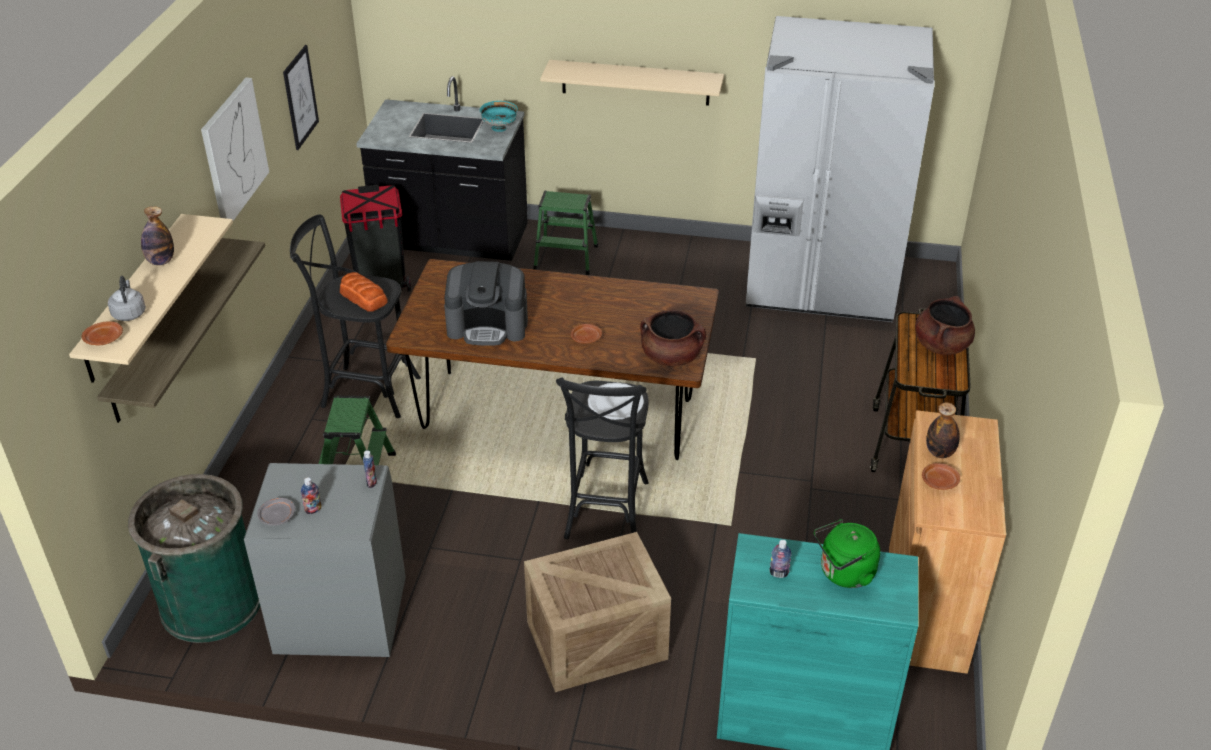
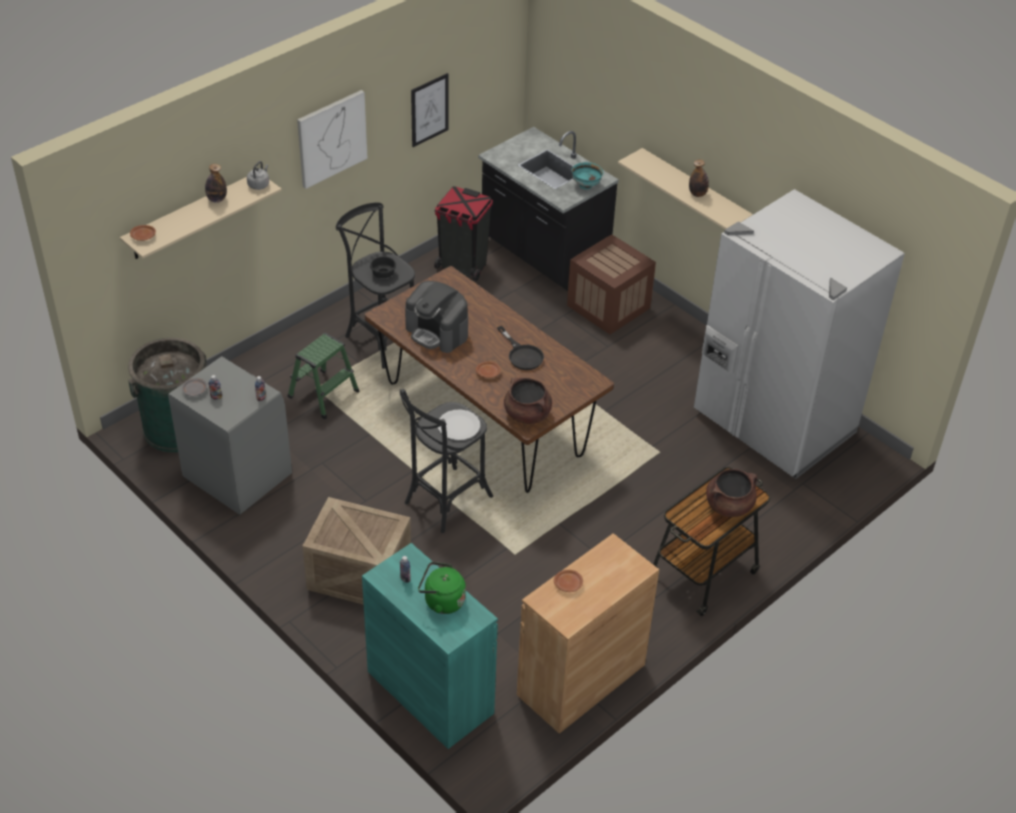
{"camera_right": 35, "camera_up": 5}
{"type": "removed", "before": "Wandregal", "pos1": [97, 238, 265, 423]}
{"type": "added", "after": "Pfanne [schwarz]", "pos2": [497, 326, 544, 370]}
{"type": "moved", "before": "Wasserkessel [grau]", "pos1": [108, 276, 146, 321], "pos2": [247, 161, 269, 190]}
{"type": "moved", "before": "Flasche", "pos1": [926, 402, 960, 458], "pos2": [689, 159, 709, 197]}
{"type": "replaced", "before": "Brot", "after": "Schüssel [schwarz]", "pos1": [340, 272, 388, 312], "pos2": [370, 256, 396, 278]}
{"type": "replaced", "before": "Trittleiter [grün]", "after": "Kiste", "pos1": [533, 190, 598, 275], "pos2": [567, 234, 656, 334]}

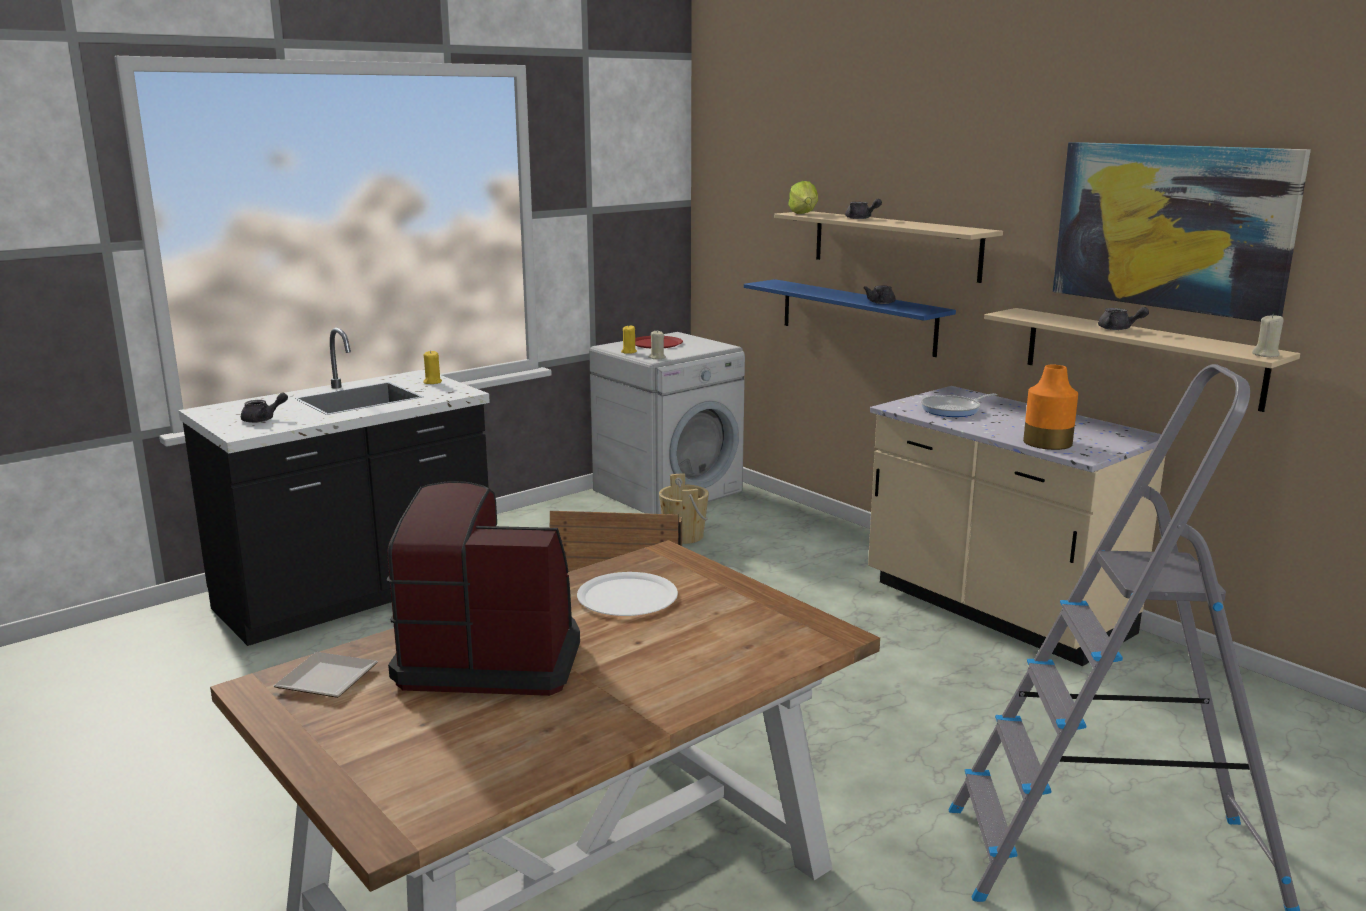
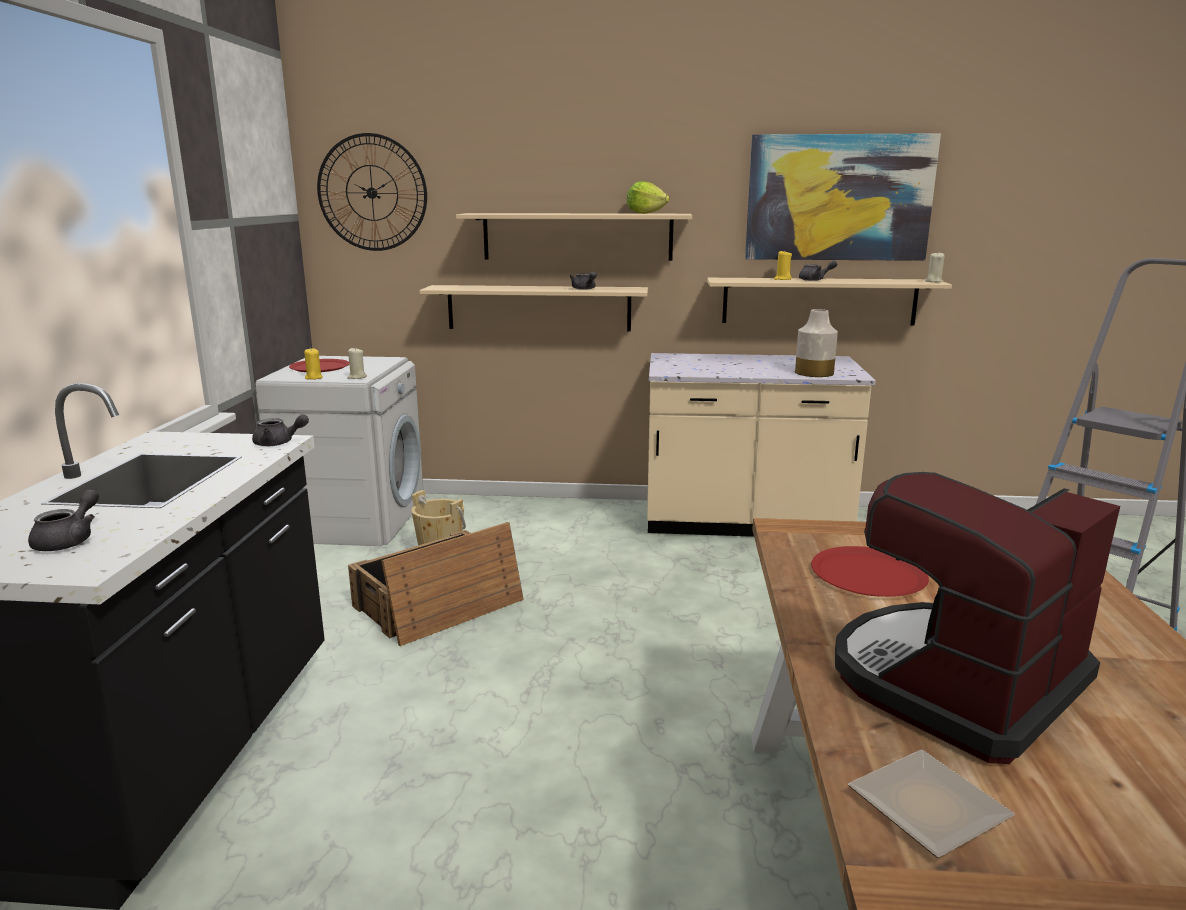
{"camera_right": -45, "camera_up": 0}
{"type": "removed", "before": "Pfanne", "pos1": [921, 393, 997, 417]}
{"type": "added", "after": "Wanduhr", "pos2": [317, 133, 427, 251]}
{"type": "moved", "before": "Kerze [gelb]", "pos1": [423, 350, 442, 384], "pos2": [774, 251, 792, 280]}
{"type": "moved", "before": "Salatkopf", "pos1": [788, 181, 818, 214], "pos2": [627, 181, 669, 214]}
{"type": "moved", "before": "Teekanne [grau]", "pos1": [845, 199, 882, 219], "pos2": [252, 414, 309, 446]}
{"type": "recoloured", "before": "Teller [weiß]", "after": "Teller [rot]", "pos1": [577, 572, 678, 616], "pos2": [811, 546, 929, 597]}
{"type": "recoloured", "before": "Wandregal [blau]", "after": "Wandregal [beige]", "pos1": [744, 279, 956, 357], "pos2": [419, 285, 648, 332]}
{"type": "recoloured", "before": "Vase [orange]", "after": "Vase [beige]", "pos1": [1023, 365, 1078, 450], "pos2": [795, 309, 838, 377]}

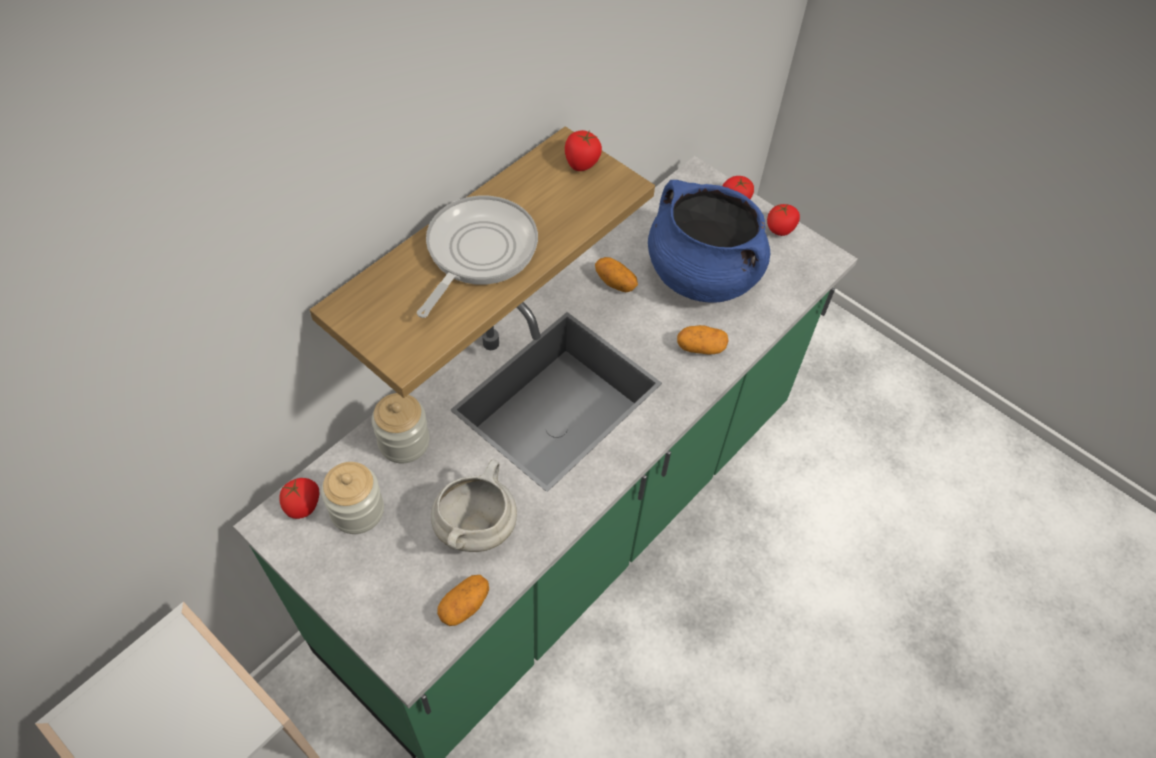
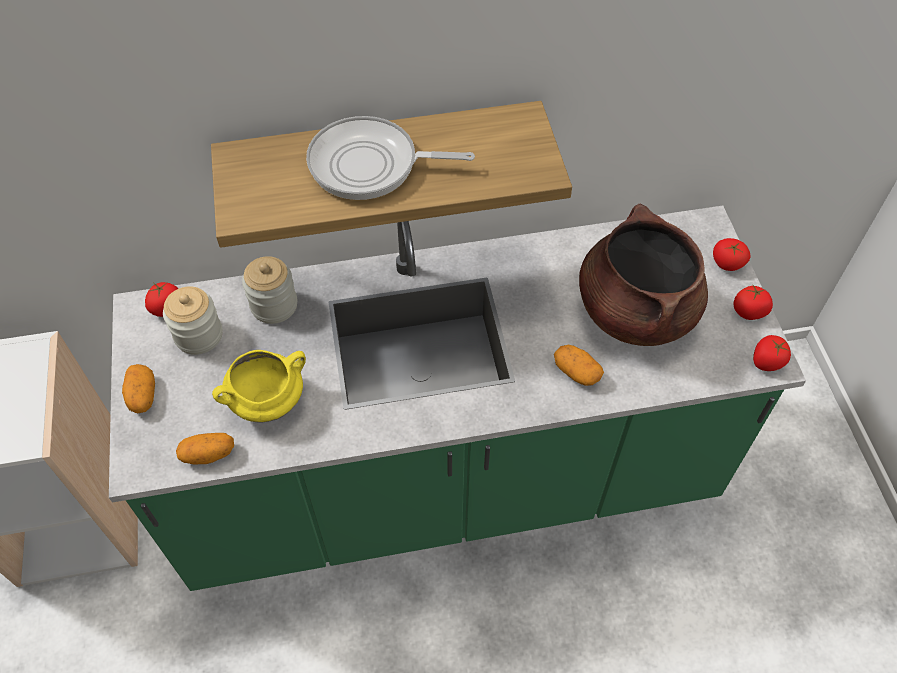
{"camera_right": 40, "camera_up": 0}
{"type": "moved", "before": "Tomate", "pos1": [565, 130, 602, 171], "pos2": [753, 335, 791, 371]}
{"type": "moved", "before": "Kartoffel", "pos1": [595, 257, 638, 292], "pos2": [122, 364, 155, 413]}
{"type": "recoloured", "before": "Kochtopf [weiß]", "after": "Kochtopf [gelb]", "pos1": [431, 459, 517, 552], "pos2": [212, 350, 306, 422]}
{"type": "recoloured", "before": "Kochtopf [blau]", "after": "Kochtopf [braun]", "pos1": [648, 180, 770, 302], "pos2": [579, 204, 708, 346]}
{"type": "turned", "before": "Pfanne", "pos1": [417, 196, 538, 318], "pos2": [306, 116, 475, 200], "turn": -150}

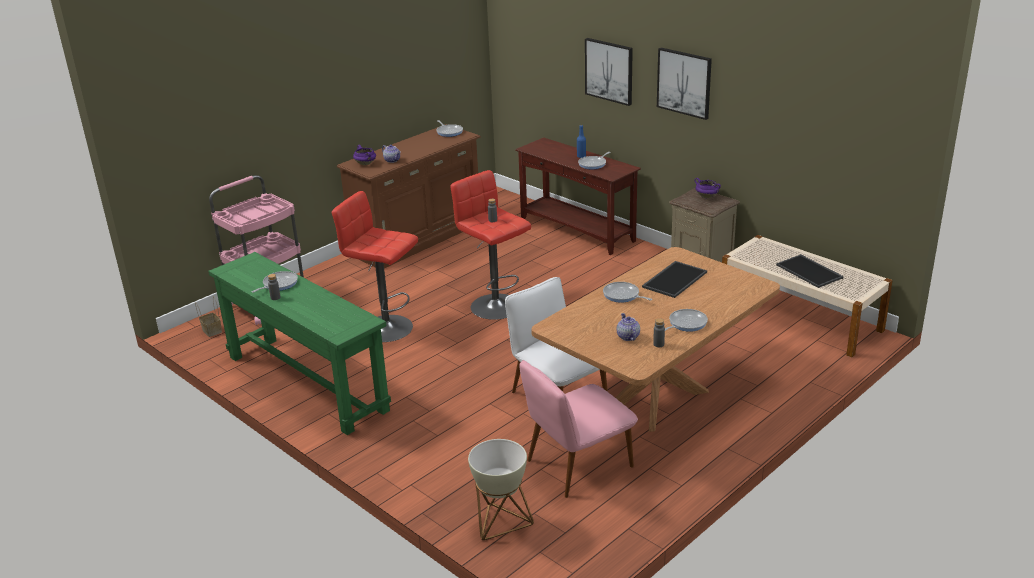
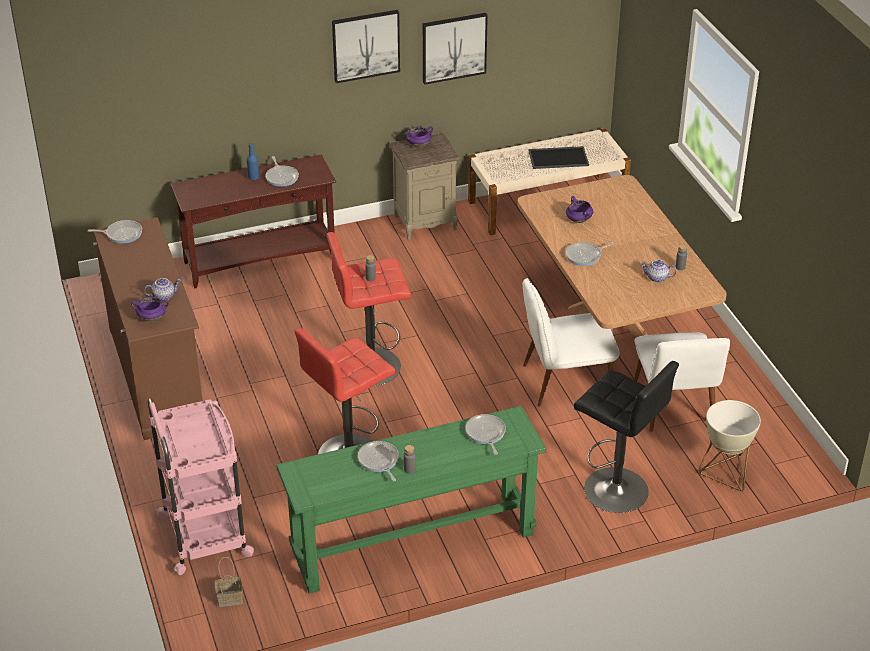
{"camera_right": -65, "camera_up": 10}
{"type": "added", "after": "Hocker [schwarz]", "pos2": [574, 361, 679, 513]}
{"type": "moved", "before": "Bild", "pos1": [585, 38, 633, 106], "pos2": [423, 13, 488, 85]}
{"type": "moved", "before": "Pfanne", "pos1": [665, 309, 708, 332], "pos2": [465, 414, 506, 455]}
{"type": "replaced", "before": "Tablett", "after": "Kochtopf [lila]", "pos1": [642, 261, 707, 298], "pos2": [566, 196, 593, 223]}
{"type": "recoloured", "before": "Stuhl [rosa]", "after": "Stuhl [weiß]", "pos1": [519, 360, 638, 498], "pos2": [634, 332, 730, 432]}

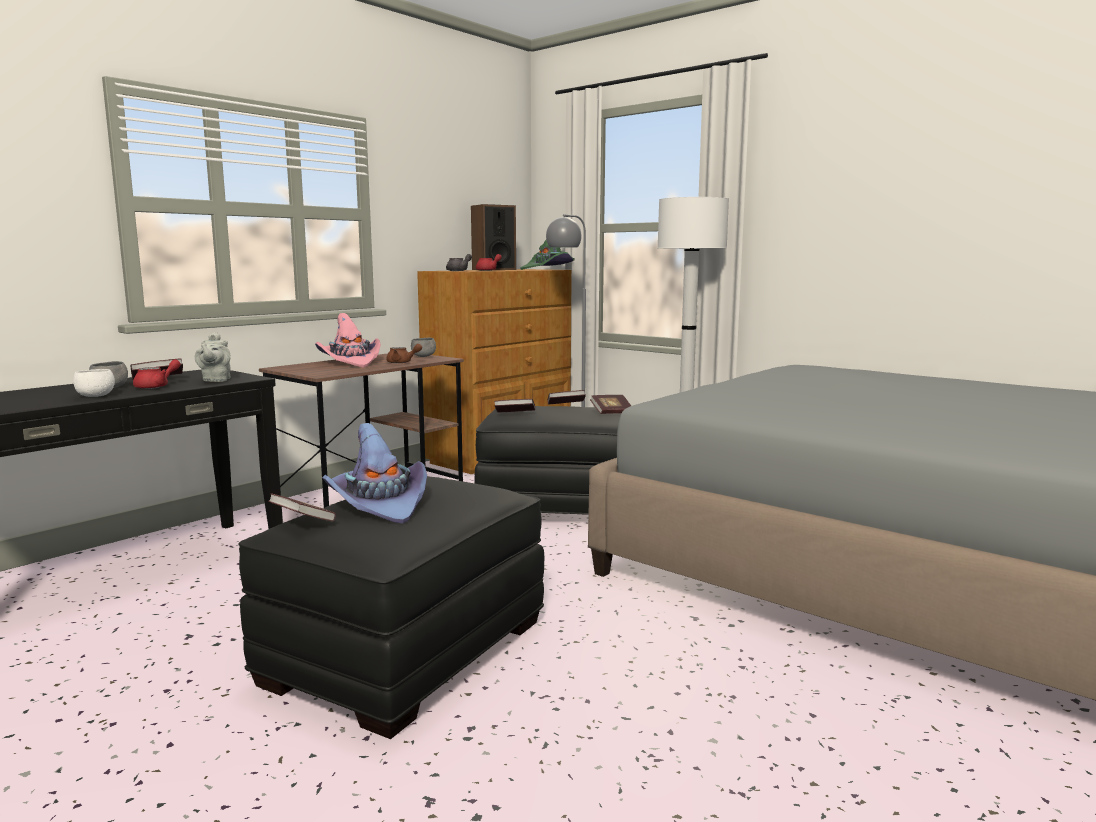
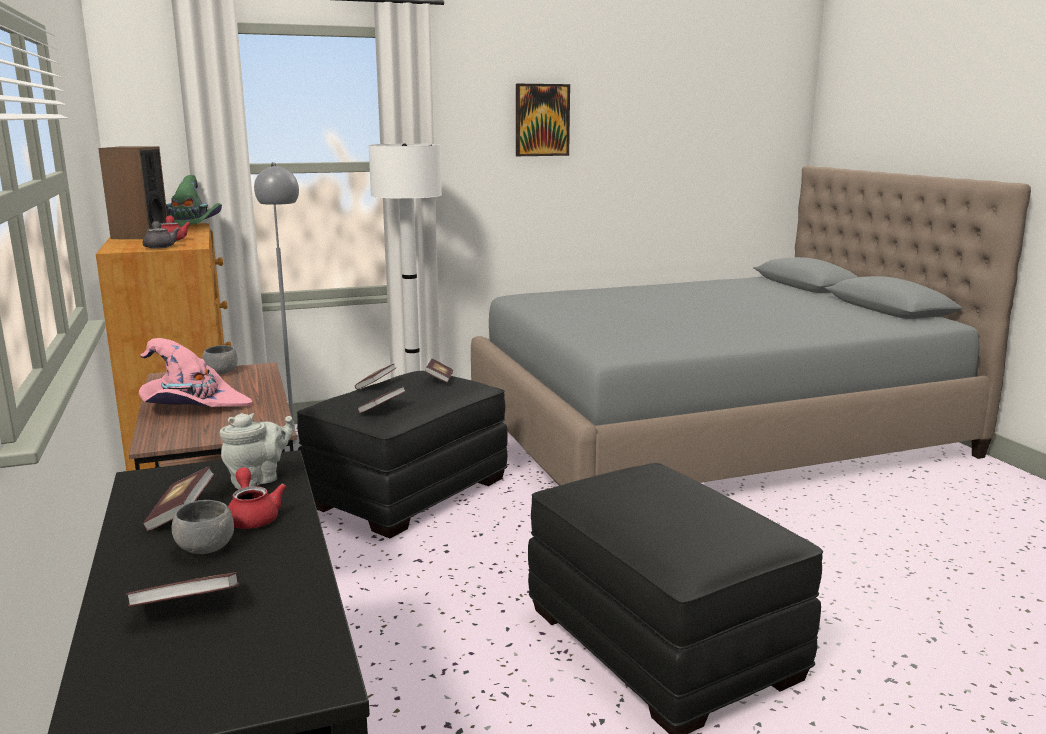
{"camera_right": -60, "camera_up": 5}
{"type": "removed", "before": "Schüssel [weiß]", "pos1": [73, 369, 115, 397]}
{"type": "removed", "before": "Hut [lila]", "pos1": [322, 423, 427, 523]}
{"type": "removed", "before": "Teekanne [braun]", "pos1": [386, 344, 422, 363]}
{"type": "added", "after": "Bild", "pos2": [516, 84, 570, 156]}
{"type": "moved", "before": "Buch", "pos1": [268, 493, 336, 522], "pos2": [126, 572, 239, 607]}
{"type": "turned", "before": "Teekanne [grau]", "pos1": [195, 332, 230, 382], "pos2": [220, 413, 295, 489], "turn": -60}

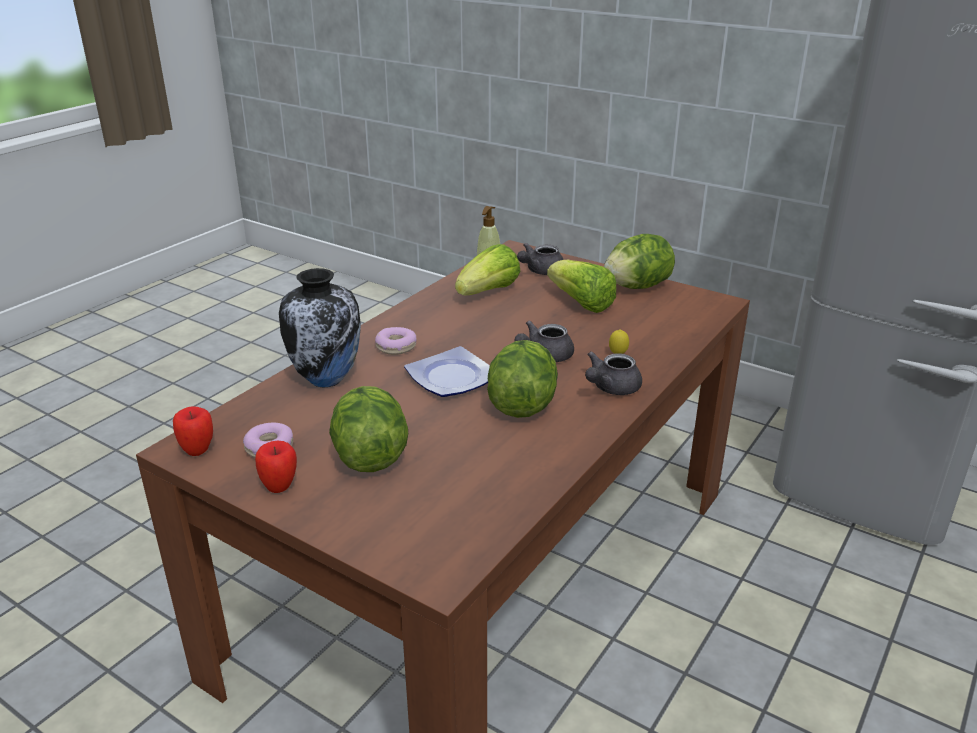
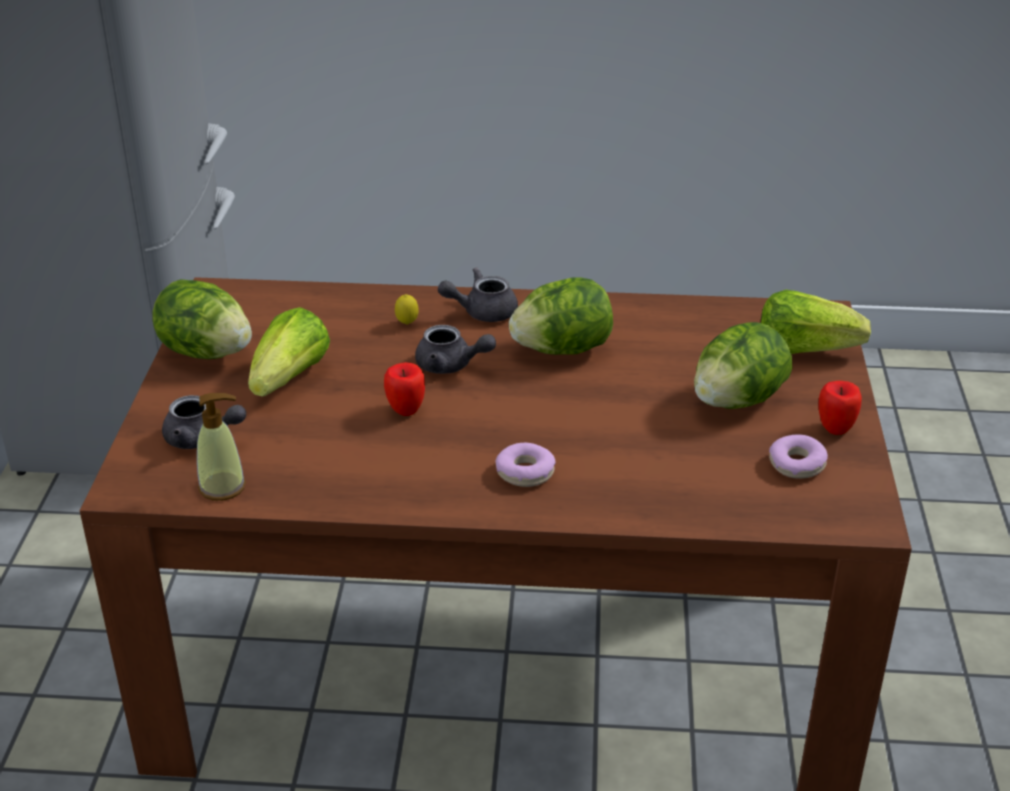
{"camera_right": -120, "camera_up": 5}
{"type": "removed", "before": "Vase", "pos1": [279, 268, 361, 388]}
{"type": "removed", "before": "Teller", "pos1": [404, 346, 490, 397]}
{"type": "moved", "before": "Apfel", "pos1": [173, 406, 213, 456], "pos2": [384, 362, 425, 416]}
{"type": "moved", "before": "Salatkopf", "pos1": [455, 244, 520, 295], "pos2": [761, 290, 871, 354]}
{"type": "turned", "before": "Teekanne [grau]", "pos1": [585, 352, 642, 395], "pos2": [438, 267, 518, 322], "turn": 150}

